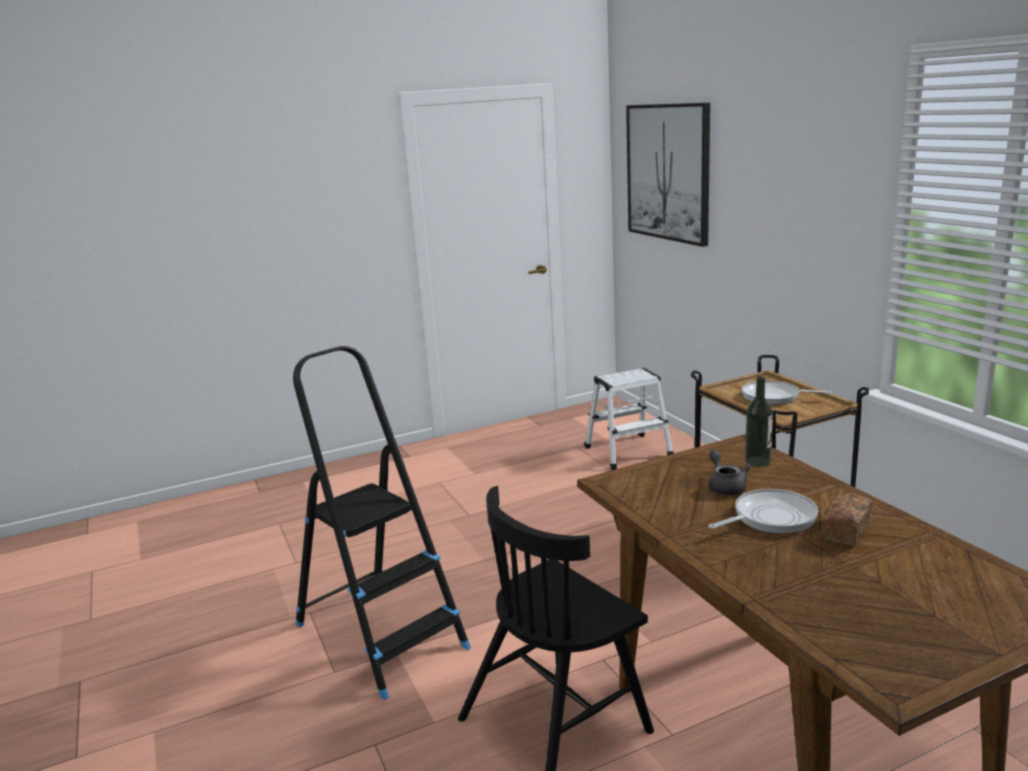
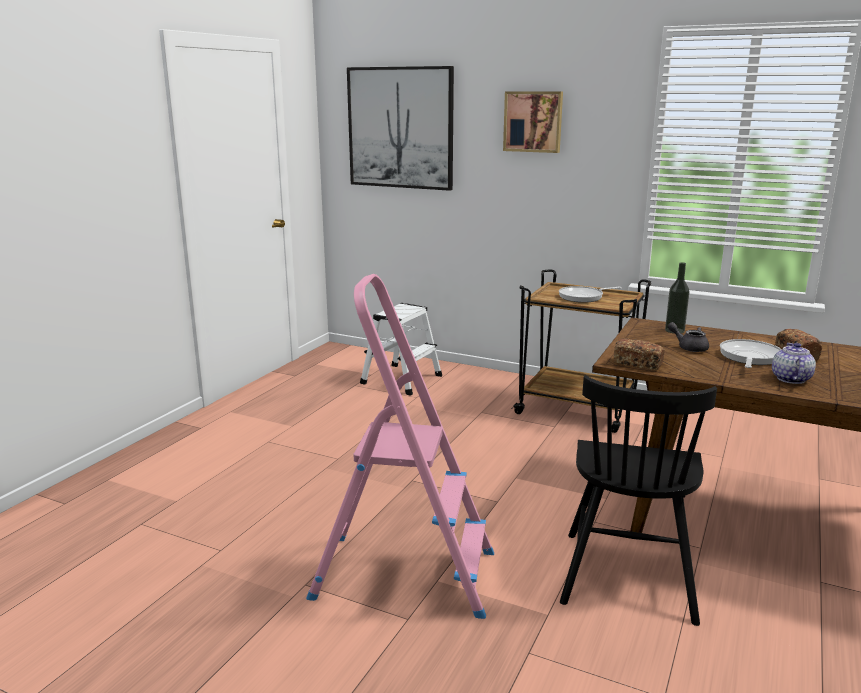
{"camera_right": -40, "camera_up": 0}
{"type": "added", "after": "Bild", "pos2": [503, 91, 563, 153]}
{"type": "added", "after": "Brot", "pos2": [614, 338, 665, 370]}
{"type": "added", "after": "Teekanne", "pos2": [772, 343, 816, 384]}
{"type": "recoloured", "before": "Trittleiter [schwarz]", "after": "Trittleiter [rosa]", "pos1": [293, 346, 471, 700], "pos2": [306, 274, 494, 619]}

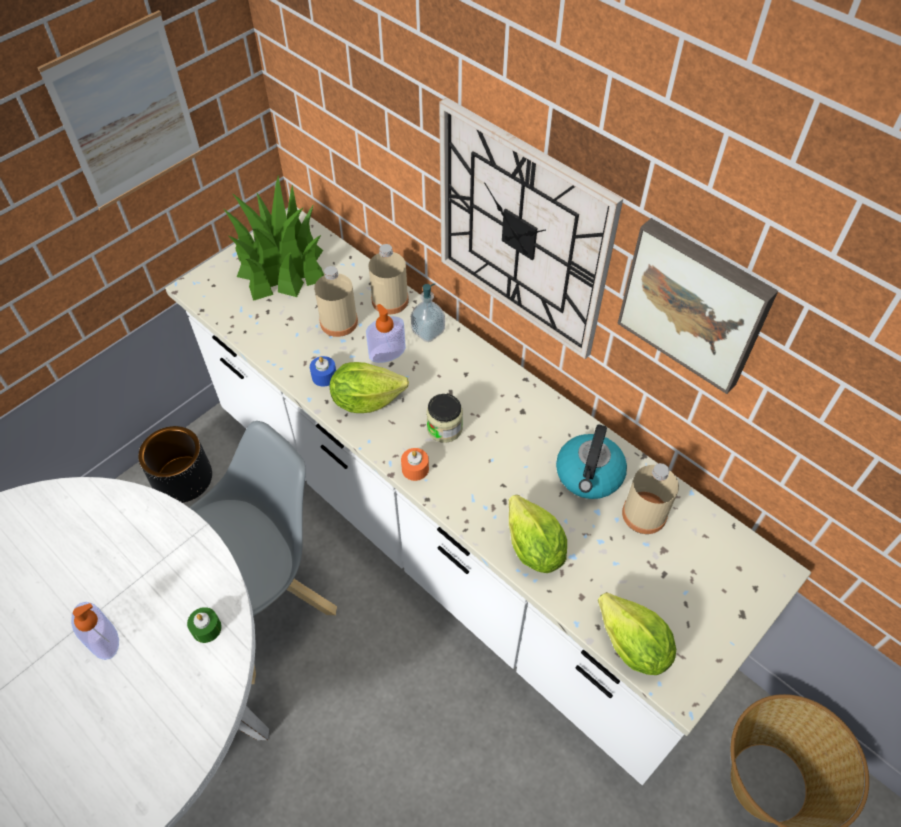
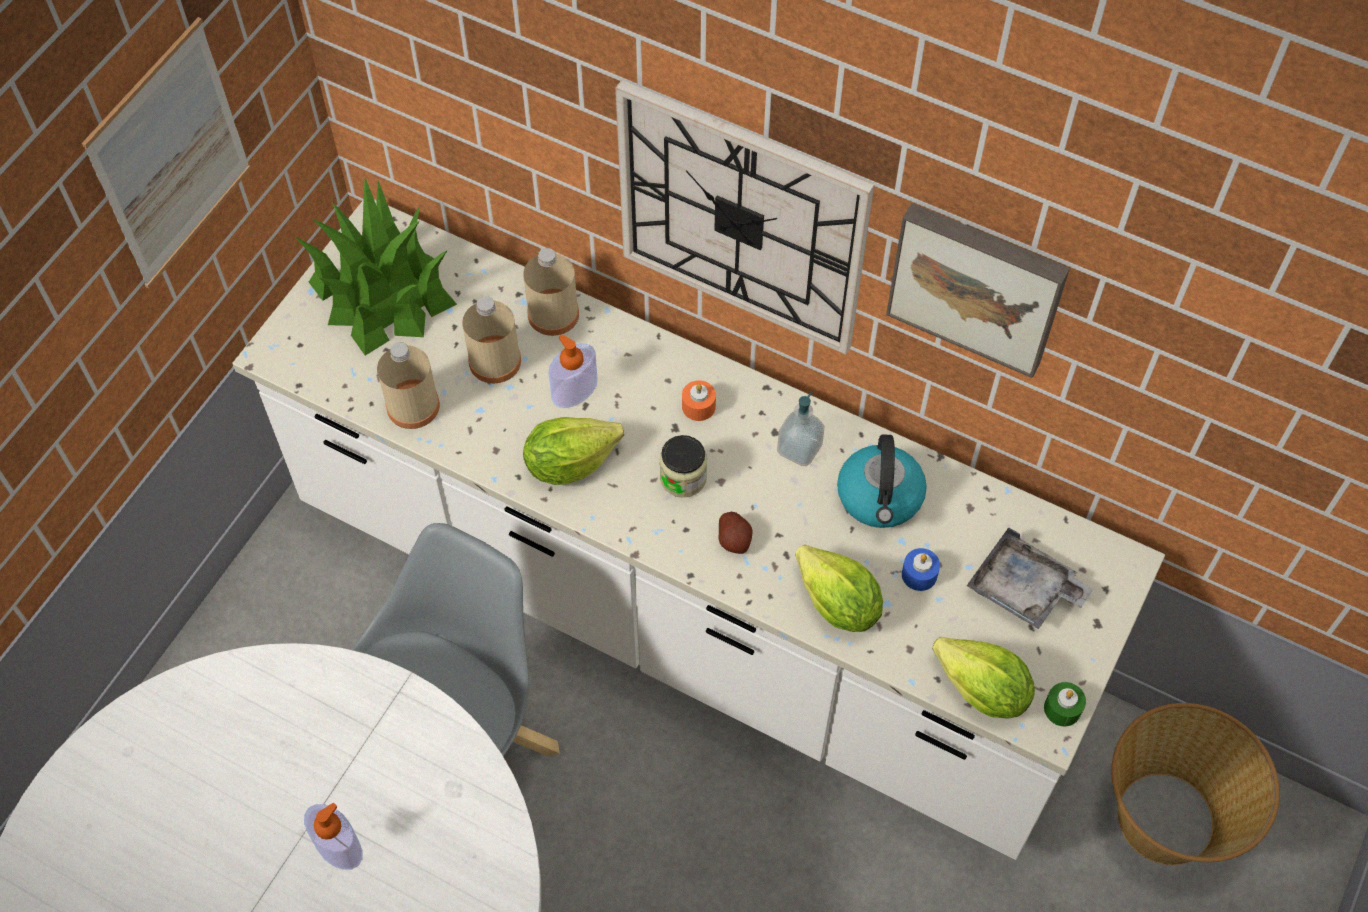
{"camera_right": -15, "camera_up": 5}
{"type": "removed", "before": "Pflanzkübel [schwarz]", "pos1": [138, 426, 212, 503]}
{"type": "added", "after": "Kartoffel", "pos2": [718, 512, 753, 554]}
{"type": "added", "after": "Tablett [grau]", "pos2": [967, 527, 1093, 629]}
{"type": "moved", "before": "Kerze [grün]", "pos1": [187, 607, 222, 643], "pos2": [1044, 682, 1086, 726]}
{"type": "moved", "before": "Kerze [blau]", "pos1": [310, 356, 336, 387], "pos2": [902, 548, 940, 591]}
{"type": "moved", "before": "Kerze [orange]", "pos1": [401, 448, 429, 481], "pos2": [682, 380, 716, 421]}
{"type": "moved", "before": "Seifenspender", "pos1": [411, 283, 445, 342], "pos2": [777, 392, 825, 466]}
{"type": "moved", "before": "Flasche [beige]", "pos1": [622, 463, 679, 534], "pos2": [377, 342, 440, 429]}

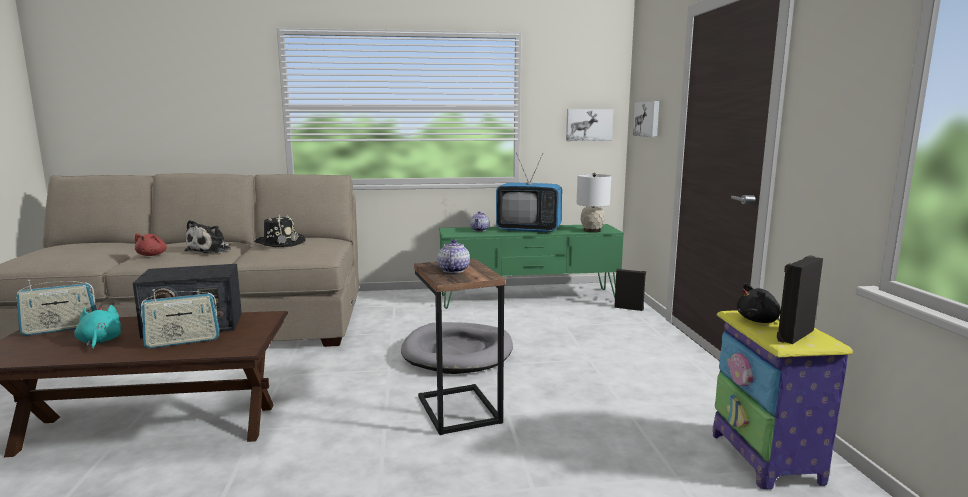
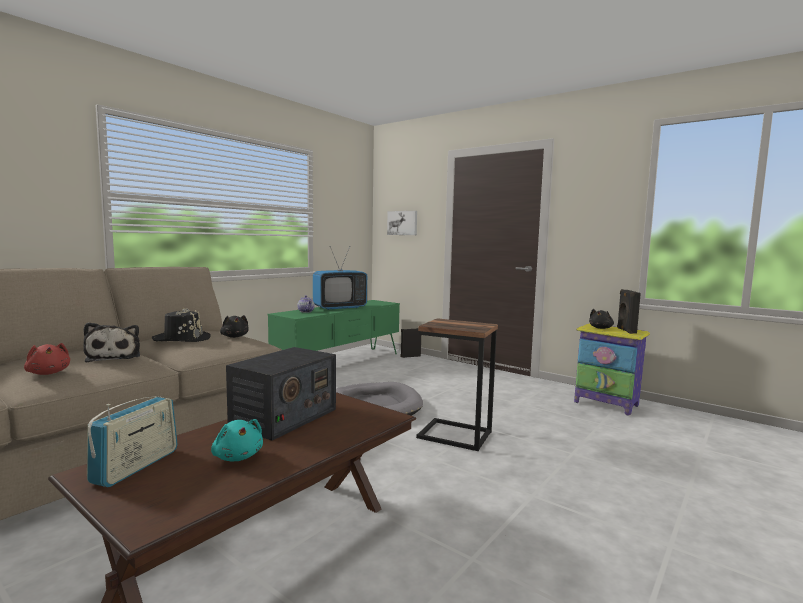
{"camera_right": -45, "camera_up": -5}
{"type": "removed", "before": "Radio", "pos1": [141, 289, 220, 348]}
{"type": "removed", "before": "Teekanne", "pos1": [438, 239, 470, 273]}
{"type": "removed", "before": "Bild", "pos1": [566, 109, 613, 141]}
{"type": "removed", "before": "Tischlampe [weiß]", "pos1": [577, 173, 611, 233]}
{"type": "added", "after": "Plüschtier [schwarz]", "pos2": [220, 315, 249, 338]}
{"type": "turned", "before": "Plüschtier [türkis]", "pos1": [74, 305, 121, 350], "pos2": [211, 419, 263, 461], "turn": -150}

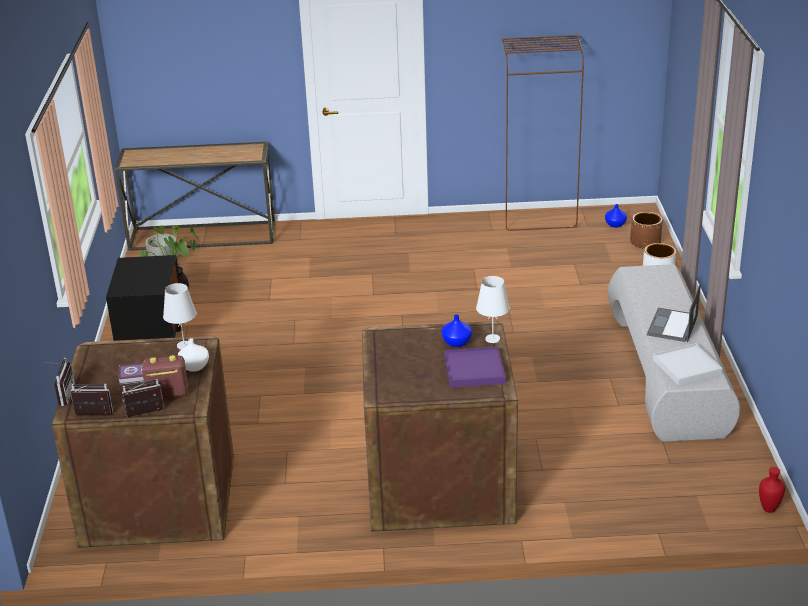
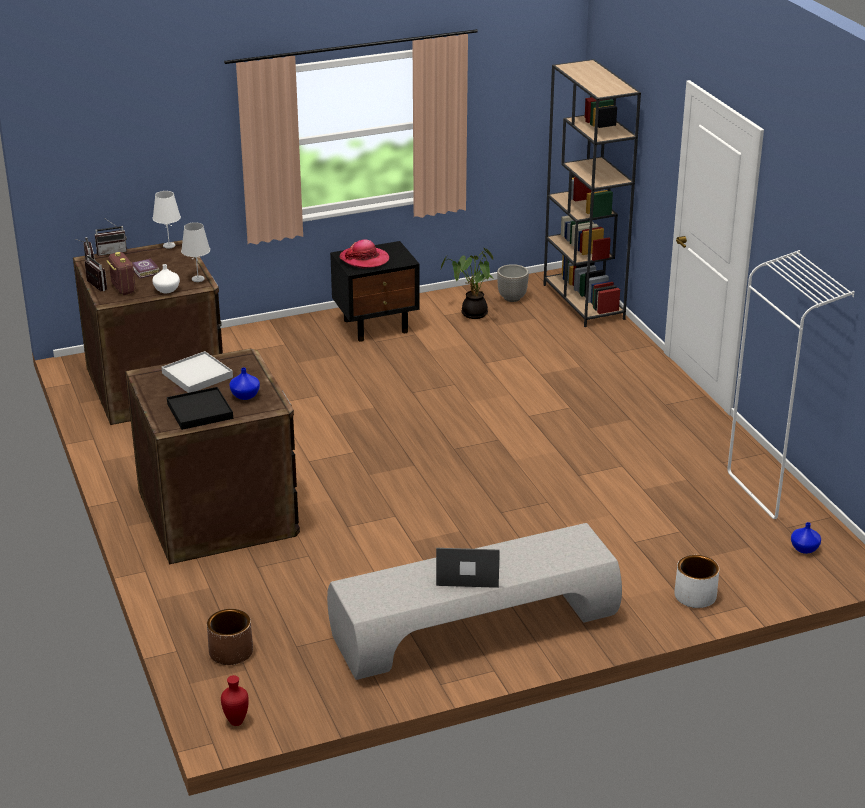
{"camera_right": 70, "camera_up": 0}
{"type": "added", "after": "Hut", "pos2": [340, 239, 389, 268]}
{"type": "moved", "before": "Tischlampe [weiß]", "pos1": [476, 276, 510, 343], "pos2": [153, 191, 181, 248]}
{"type": "moved", "before": "Pflanzkübel [braun]", "pos1": [630, 212, 663, 249], "pos2": [207, 609, 253, 665]}
{"type": "moved", "before": "Tablett [weiß]", "pos1": [653, 343, 723, 386], "pos2": [162, 351, 233, 393]}
{"type": "replaced", "before": "Konsolentisch", "after": "Bücherregal", "pos1": [114, 142, 275, 251], "pos2": [543, 59, 641, 327]}
{"type": "recoloured", "before": "Tablett [lila]", "after": "Tablett [schwarz]", "pos1": [444, 346, 506, 388], "pos2": [167, 387, 233, 430]}
{"type": "recoloured", "before": "Kleiderständer [braun]", "after": "Kleiderständer [weiß]", "pos1": [502, 33, 584, 231], "pos2": [727, 250, 855, 519]}

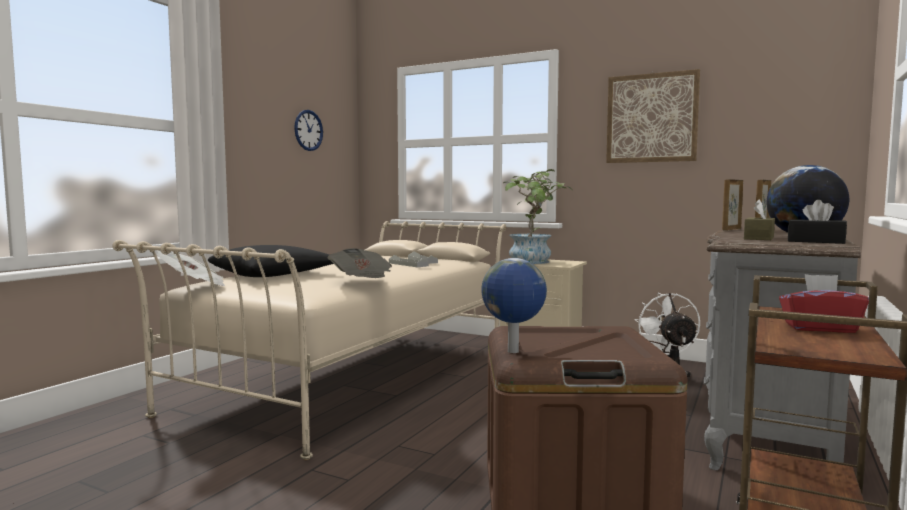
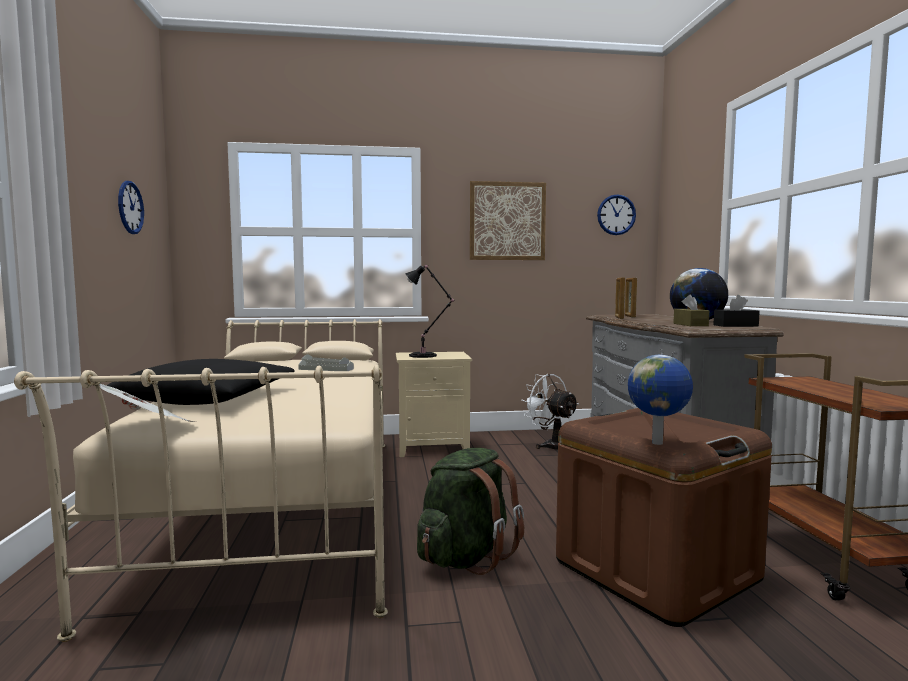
{"camera_right": -35, "camera_up": 0}
{"type": "removed", "before": "Zeitung", "pos1": [328, 248, 392, 278]}
{"type": "removed", "before": "Taschentuchbox [rot]", "pos1": [779, 274, 869, 333]}
{"type": "added", "after": "Rucksack [grün]", "pos2": [417, 448, 524, 575]}
{"type": "added", "after": "Wanduhr", "pos2": [597, 194, 636, 235]}
{"type": "replaced", "before": "Topfpflanze", "after": "Tischlampe [schwarz]", "pos1": [503, 169, 573, 264], "pos2": [405, 265, 454, 358]}

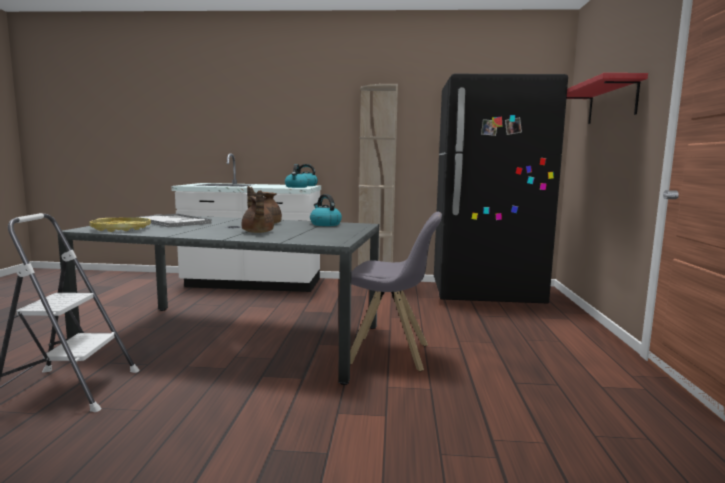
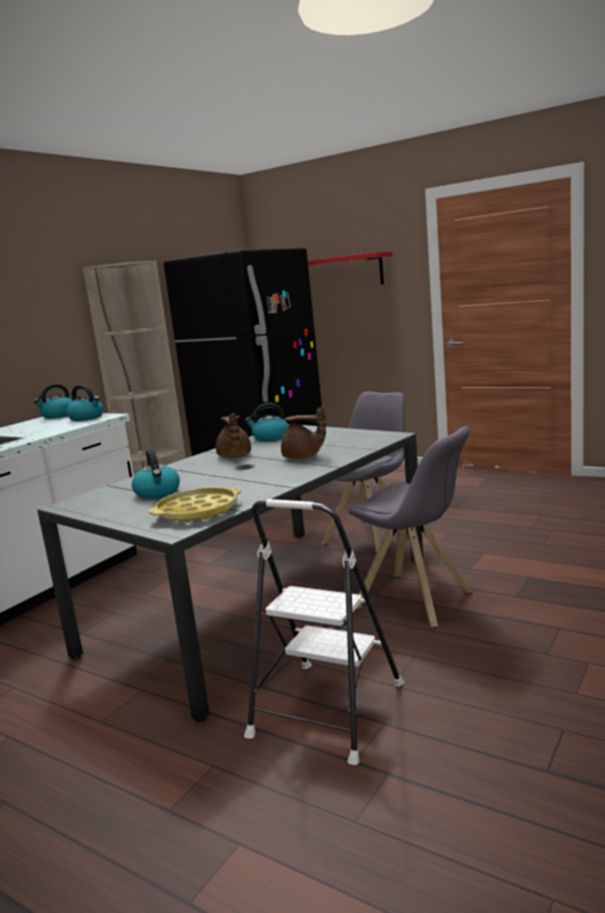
{"camera_right": -60, "camera_up": 5}
{"type": "added", "after": "Stuhl [grau]", "pos2": [348, 426, 472, 628]}
{"type": "replaced", "before": "Tablett", "after": "Wasserkessel", "pos1": [137, 214, 212, 227], "pos2": [132, 449, 180, 499]}

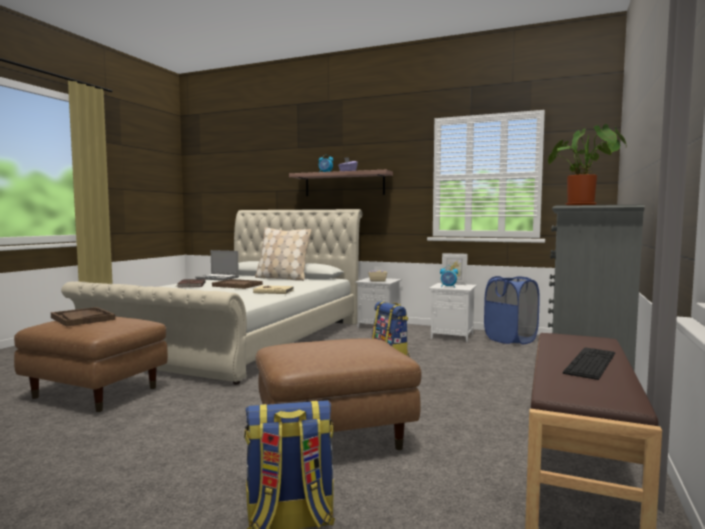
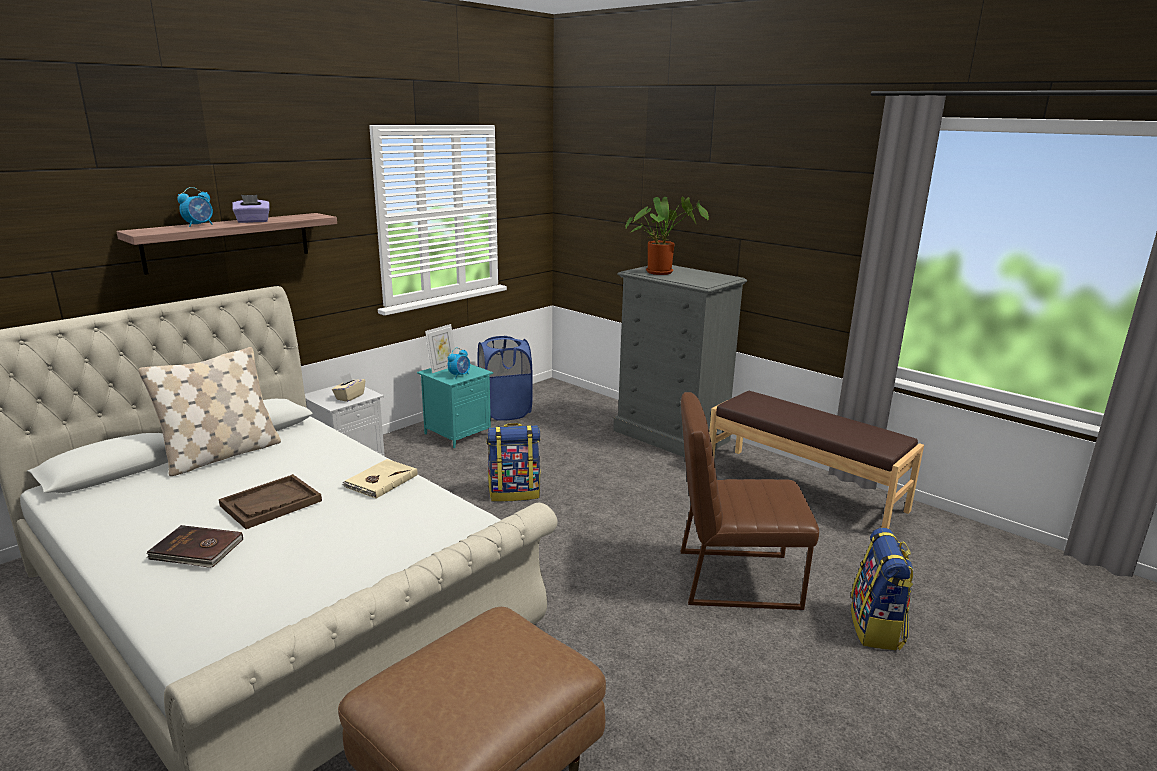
{"camera_right": -70, "camera_up": 15}
{"type": "removed", "before": "Tablett [braun]", "pos1": [51, 307, 115, 326]}
{"type": "removed", "before": "Laptop", "pos1": [195, 250, 239, 281]}
{"type": "removed", "before": "Tastatur", "pos1": [563, 347, 615, 380]}
{"type": "replaced", "before": "Polsterhocker [braun]", "after": "Stuhl [braun]", "pos1": [255, 339, 421, 451], "pos2": [680, 392, 819, 610]}
{"type": "recoloured", "before": "Nachttisch [weiß]", "after": "Nachttisch [türkis]", "pos1": [429, 283, 477, 342], "pos2": [417, 364, 493, 448]}

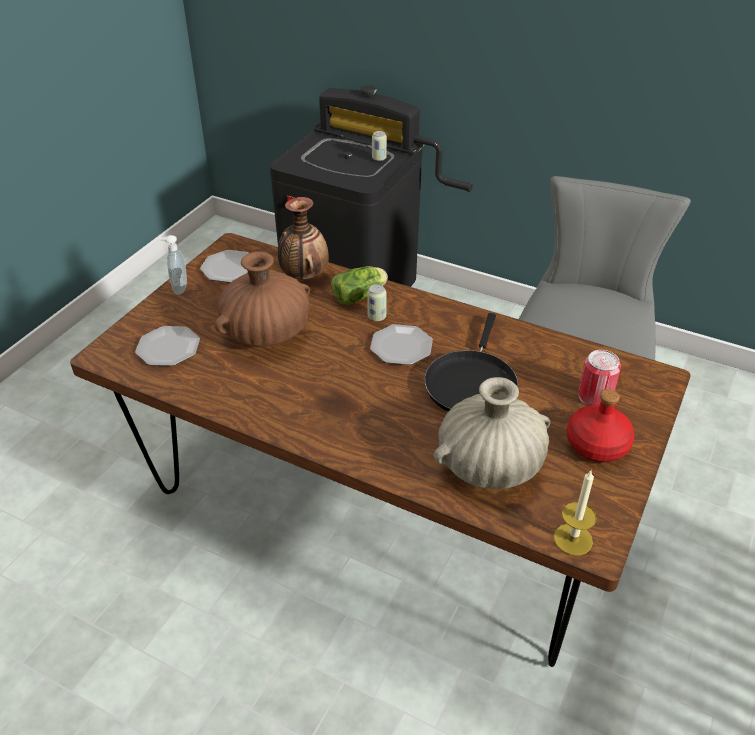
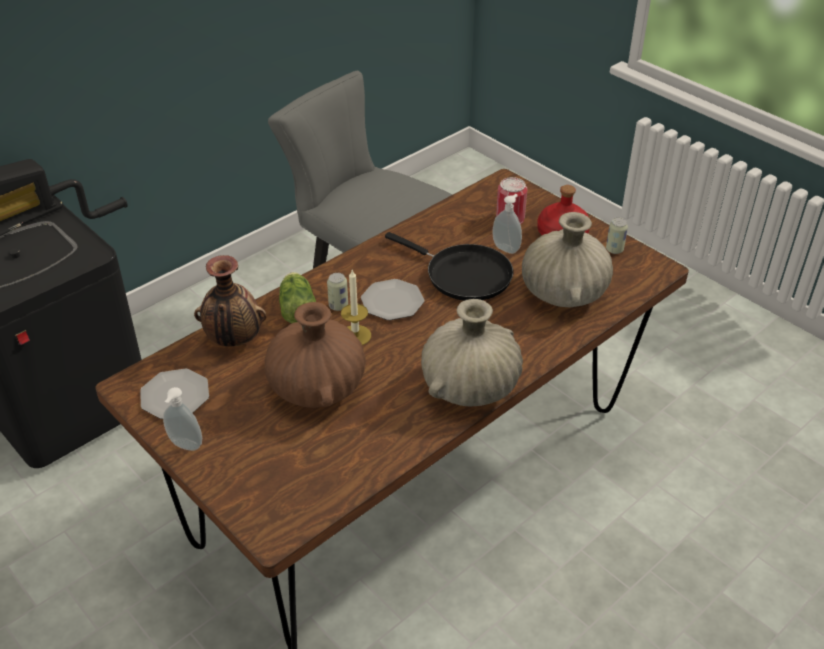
{"camera_right": -70, "camera_up": 0}
{"type": "removed", "before": "Teller", "pos1": [135, 326, 200, 366]}
{"type": "added", "after": "Vase [beige]", "pos2": [421, 299, 523, 406]}
{"type": "added", "after": "Seifenspender", "pos2": [492, 194, 522, 254]}
{"type": "moved", "before": "Dose", "pos1": [372, 131, 387, 161], "pos2": [606, 218, 628, 254]}
{"type": "moved", "before": "Kerze", "pos1": [554, 471, 597, 556], "pos2": [341, 270, 371, 345]}

